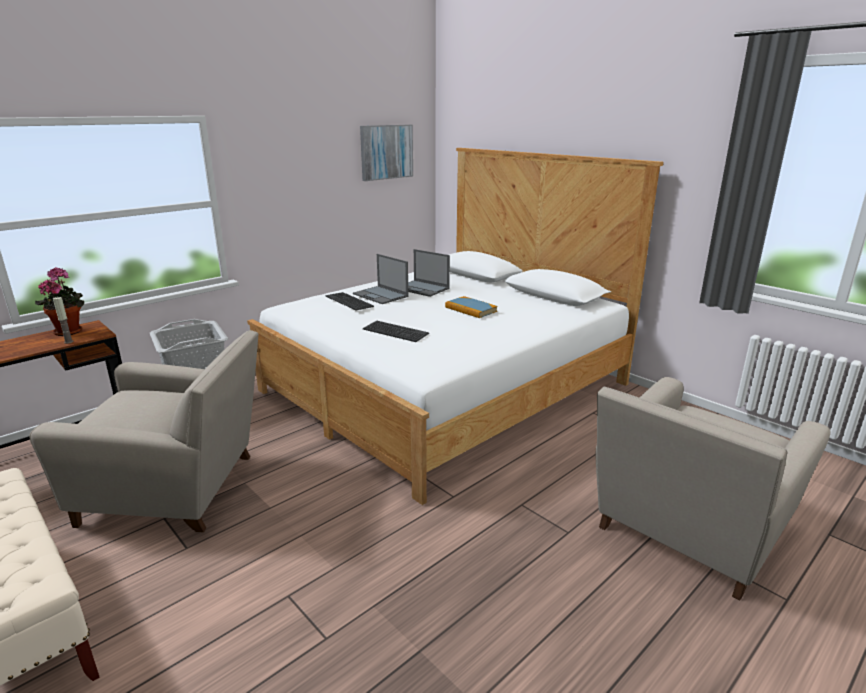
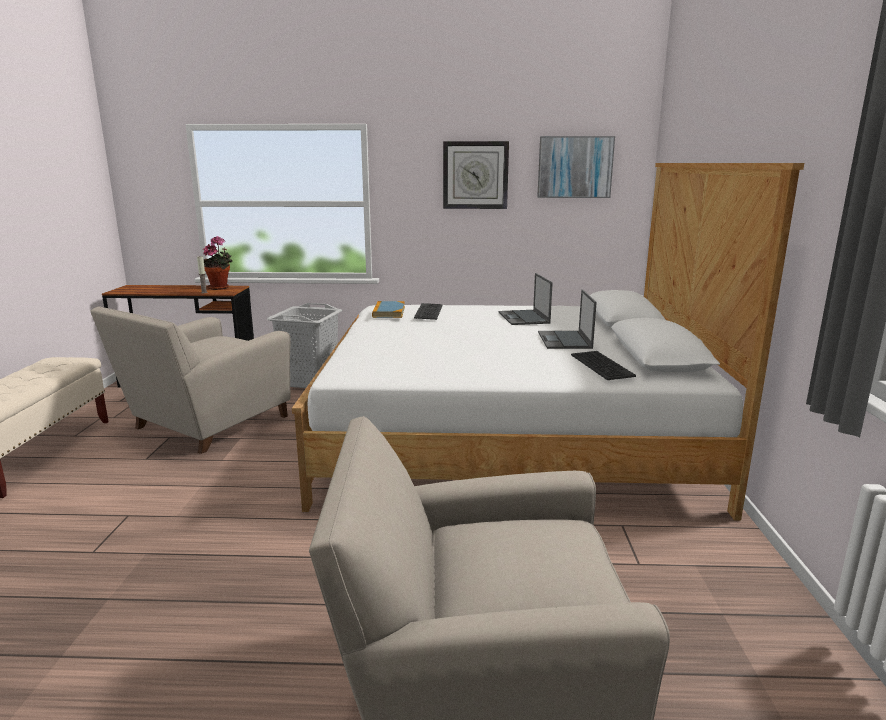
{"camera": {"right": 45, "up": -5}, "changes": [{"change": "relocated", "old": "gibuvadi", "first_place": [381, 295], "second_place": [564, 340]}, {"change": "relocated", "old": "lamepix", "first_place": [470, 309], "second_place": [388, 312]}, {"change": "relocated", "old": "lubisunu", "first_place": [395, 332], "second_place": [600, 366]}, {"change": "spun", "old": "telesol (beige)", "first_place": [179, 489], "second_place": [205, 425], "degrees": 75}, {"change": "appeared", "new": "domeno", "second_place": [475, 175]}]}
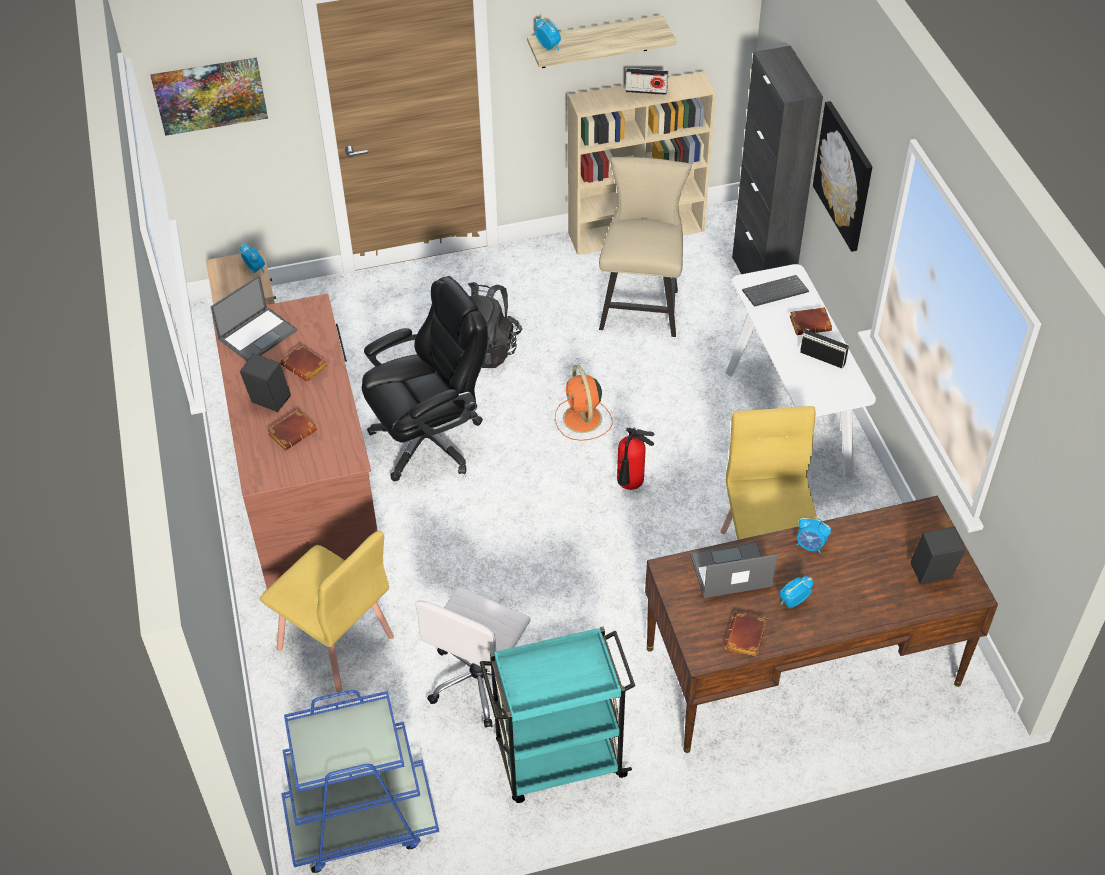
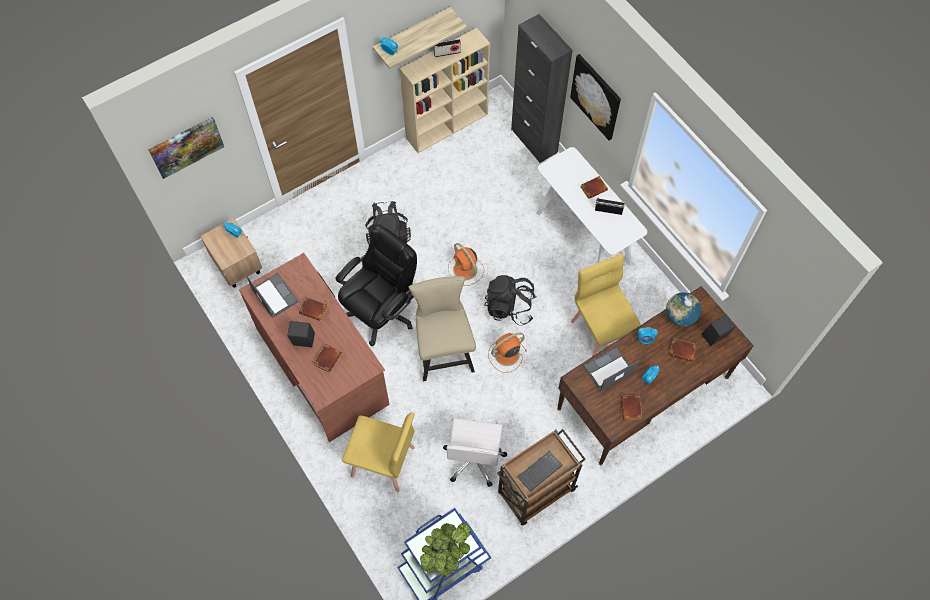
{"camera": {"right": -20, "up": 15}, "changes": [{"change": "relocated", "old": "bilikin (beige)", "first_place": [641, 305], "second_place": [443, 351]}, {"change": "spun", "old": "gibuvadi", "first_place": [258, 334], "second_place": [274, 295], "degrees": -60}, {"change": "relocated", "old": "lubisunu", "first_place": [775, 293], "second_place": [540, 472]}, {"change": "exchanged", "old": "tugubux", "new": "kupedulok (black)", "first_place": [630, 486], "second_place": [509, 307]}, {"change": "colour", "old": "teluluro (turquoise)", "new": "teluluro (brown)", "first_place": [558, 760], "second_place": [535, 492]}, {"change": "appeared", "new": "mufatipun", "second_place": [680, 316]}, {"change": "appeared", "new": "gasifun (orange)", "second_place": [506, 355]}, {"change": "appeared", "new": "lamepix (brown)", "second_place": [683, 350]}, {"change": "appeared", "new": "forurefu", "second_place": [445, 554]}]}
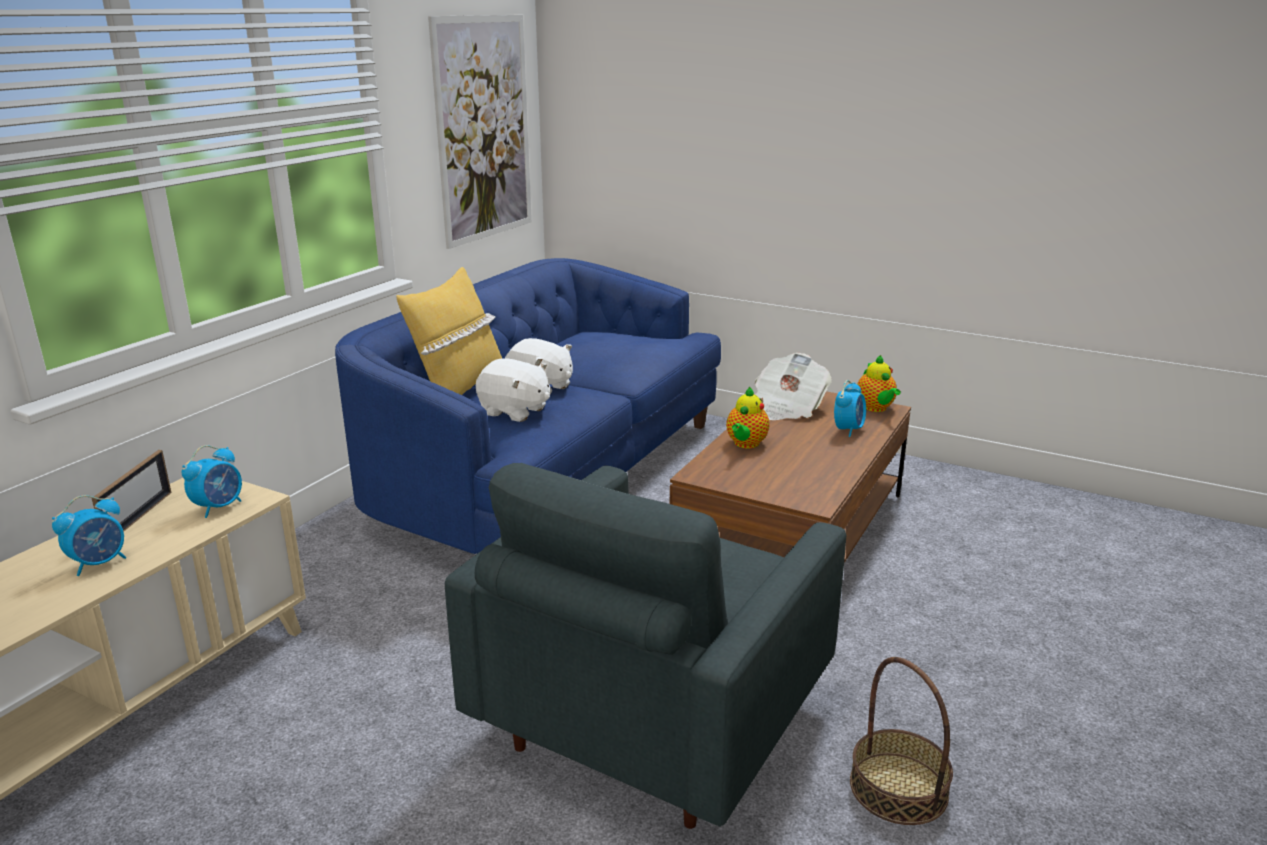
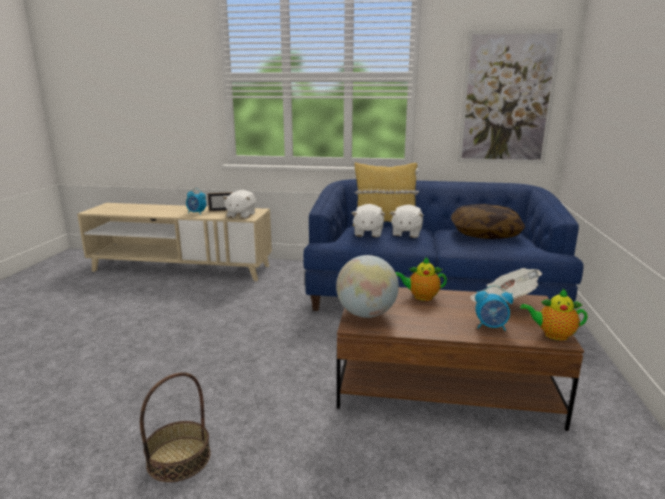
{"camera": {"right": 70, "up": -5}, "changes": [{"change": "spun", "old": "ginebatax", "first_place": [876, 408], "second_place": [553, 335], "degrees": 45}, {"change": "exchanged", "old": "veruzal", "new": "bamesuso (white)", "first_place": [219, 507], "second_place": [240, 215]}, {"change": "missing", "old": "telesol (grey)", "first_place": [649, 723]}, {"change": "appeared", "new": "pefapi", "second_place": [485, 234]}, {"change": "appeared", "new": "mufatipun", "second_place": [366, 314]}]}
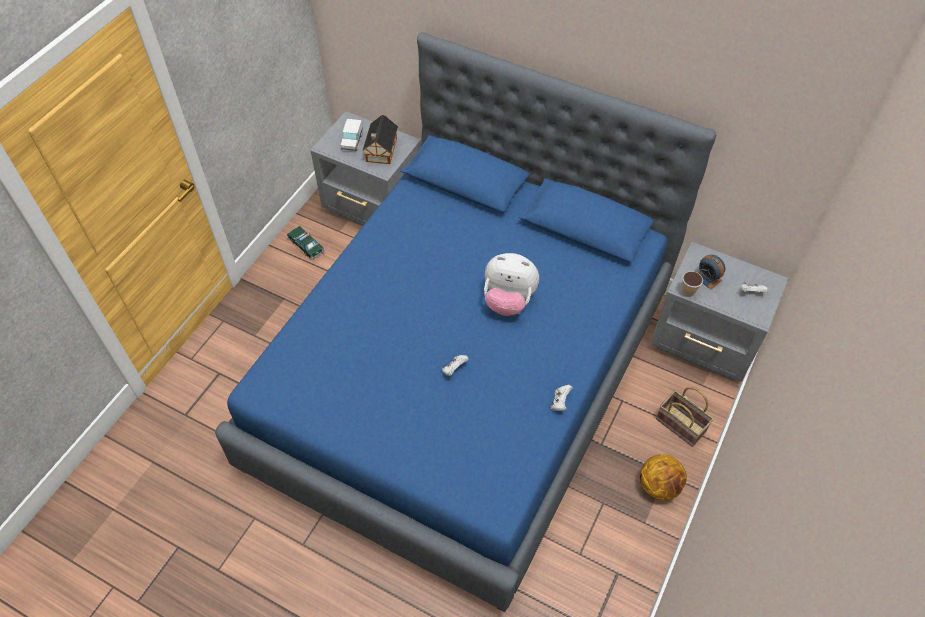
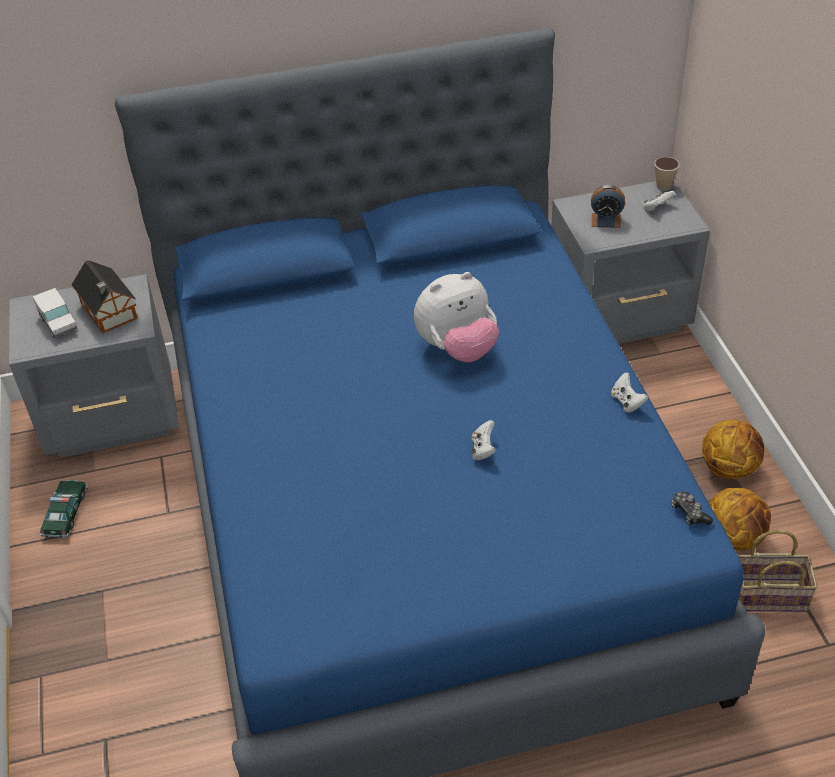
{"camera": {"right": -40, "up": -10}, "changes": [{"change": "spun", "old": "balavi", "first_place": [306, 245], "second_place": [65, 513], "degrees": 90}, {"change": "relocated", "old": "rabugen", "first_place": [688, 292], "second_place": [663, 186]}, {"change": "relocated", "old": "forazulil", "first_place": [682, 425], "second_place": [770, 595]}, {"change": "appeared", "new": "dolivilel", "second_place": [734, 538]}, {"change": "appeared", "new": "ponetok", "second_place": [689, 513]}]}
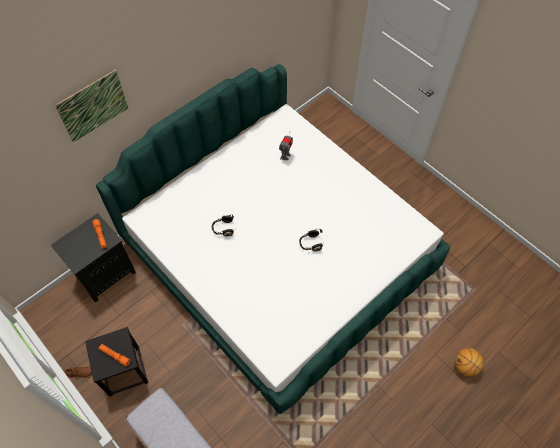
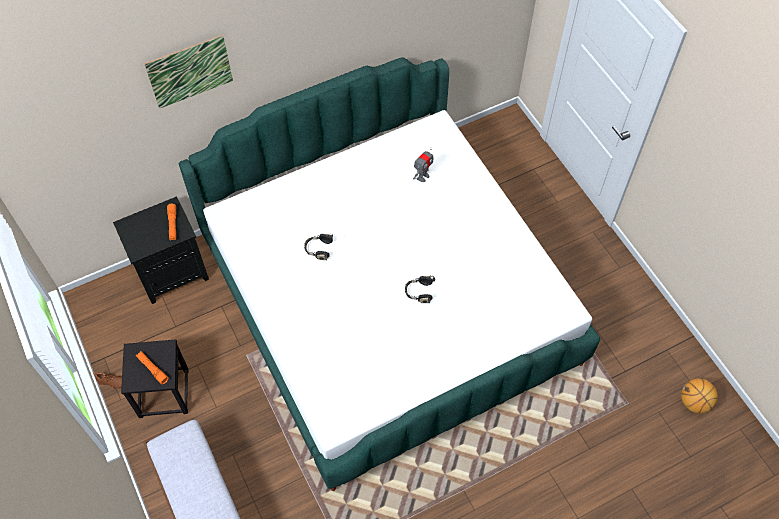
{"camera": {"right": 15, "up": 0}, "changes": [{"change": "relocated", "old": "dolivilel", "first_place": [465, 366], "second_place": [694, 402]}]}
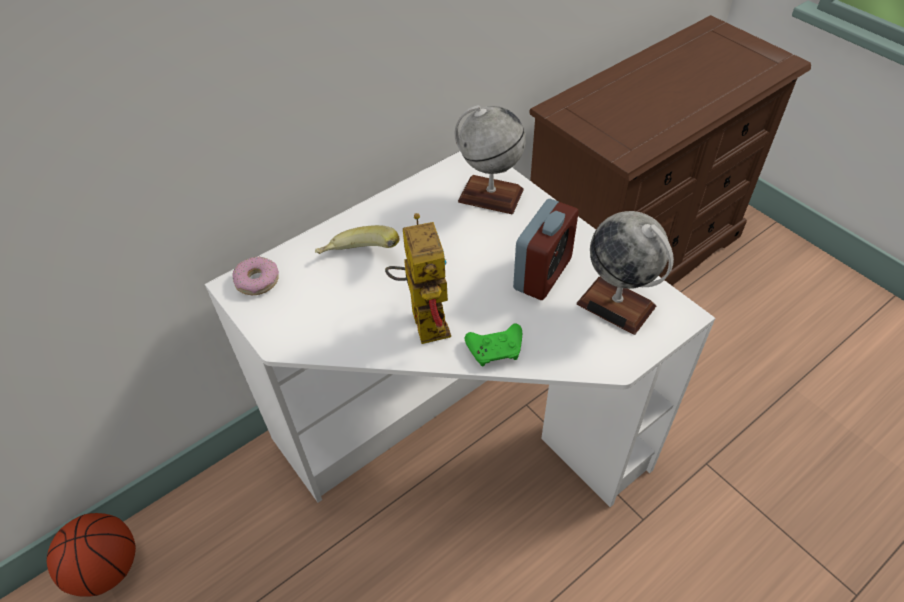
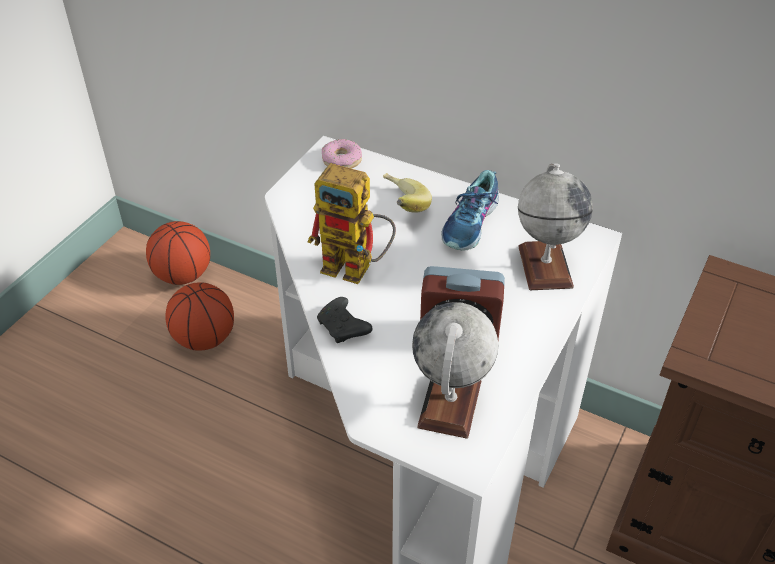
{"camera": {"right": 65, "up": -5}, "changes": [{"change": "spun", "old": "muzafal", "first_place": [423, 316], "second_place": [357, 268], "degrees": 60}, {"change": "colour", "old": "ponetok (green)", "new": "ponetok (black)", "first_place": [496, 350], "second_place": [343, 328]}, {"change": "appeared", "new": "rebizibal", "second_place": [471, 224]}, {"change": "appeared", "new": "dolivilel", "second_place": [204, 339]}]}
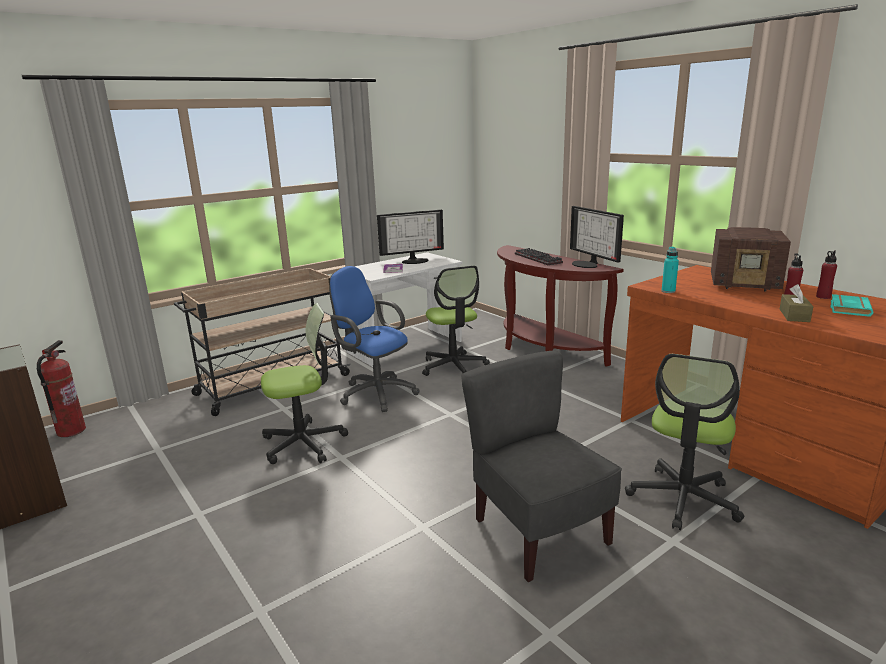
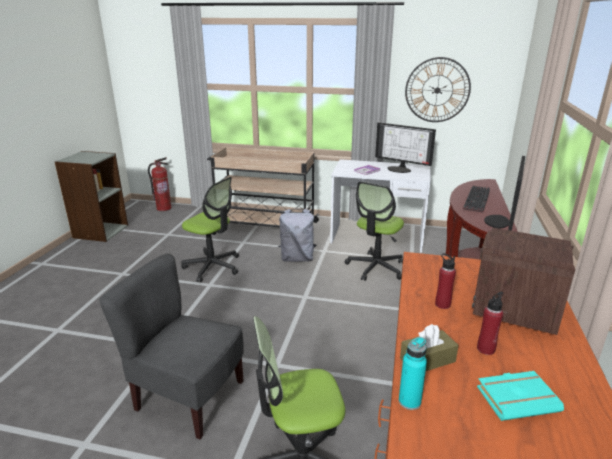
{"camera": {"right": 50, "up": 5}, "changes": [{"change": "spun", "old": "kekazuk", "first_place": [745, 284], "second_place": [514, 308], "degrees": 45}, {"change": "relocated", "old": "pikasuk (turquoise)", "first_place": [668, 291], "second_place": [409, 401]}, {"change": "relocated", "old": "pikasuk (red)", "first_place": [823, 297], "second_place": [442, 304]}, {"change": "exchanged", "old": "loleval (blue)", "new": "kupedulok (grey)", "first_place": [375, 393], "second_place": [297, 258]}, {"change": "spun", "old": "bilikin (grey)", "first_place": [538, 533], "second_place": [189, 397], "degrees": -90}, {"change": "appeared", "new": "domeno", "second_place": [437, 90]}]}
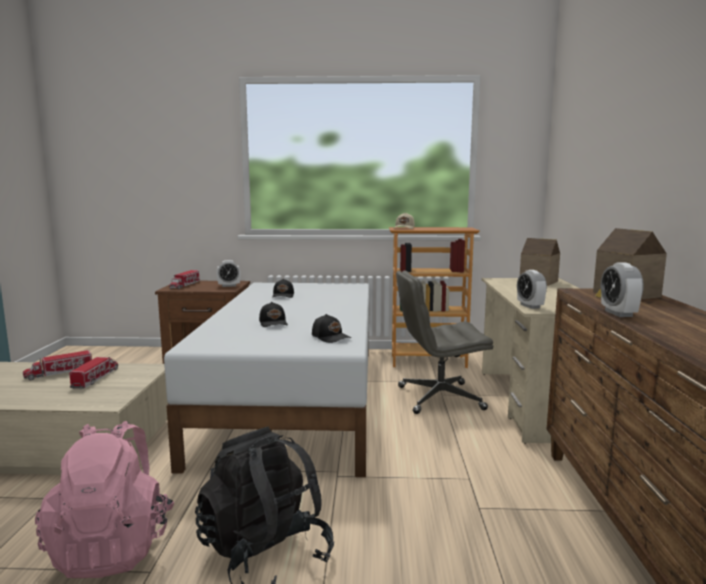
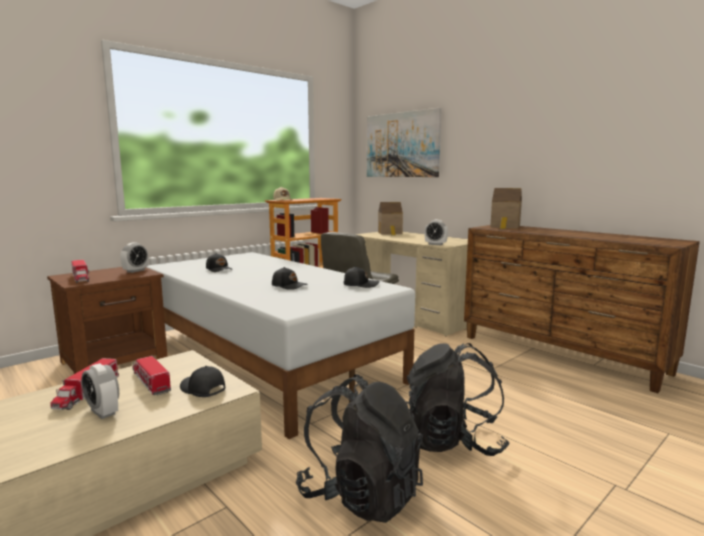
{"camera": {"right": -45, "up": 0}, "changes": [{"change": "relocated", "old": "veruzal", "first_place": [618, 313], "second_place": [103, 412]}, {"change": "colour", "old": "kupedulok (pink)", "new": "kupedulok (black)", "first_place": [113, 547], "second_place": [361, 494]}, {"change": "appeared", "new": "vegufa", "second_place": [402, 145]}, {"change": "appeared", "new": "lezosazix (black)", "second_place": [202, 389]}]}
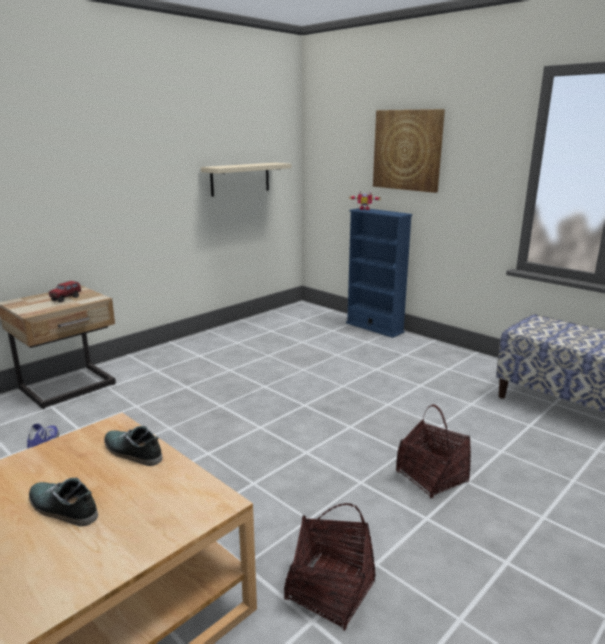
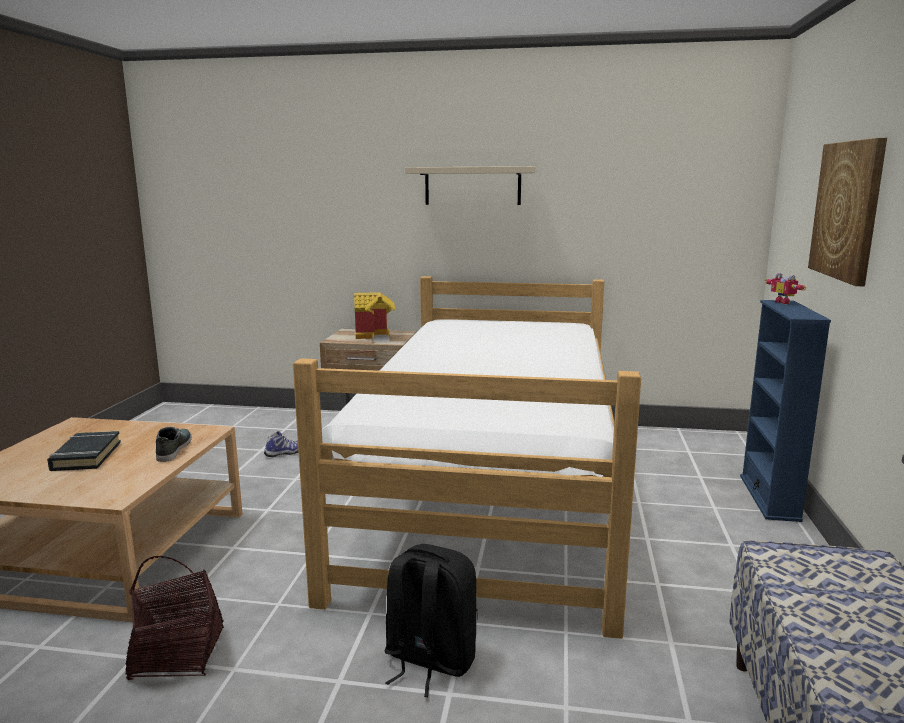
{"camera": {"right": 55, "up": -5}, "changes": [{"change": "relocated", "old": "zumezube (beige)", "first_place": [240, 179], "second_place": [472, 186]}, {"change": "exchanged", "old": "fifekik", "new": "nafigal", "first_place": [66, 299], "second_place": [377, 337]}, {"change": "exchanged", "old": "forazulil", "new": "kupedulok (black)", "first_place": [431, 477], "second_place": [429, 660]}, {"change": "exchanged", "old": "rebizibal", "new": "lamepix (black)", "first_place": [62, 508], "second_place": [86, 456]}, {"change": "appeared", "new": "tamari", "second_place": [492, 491]}]}
